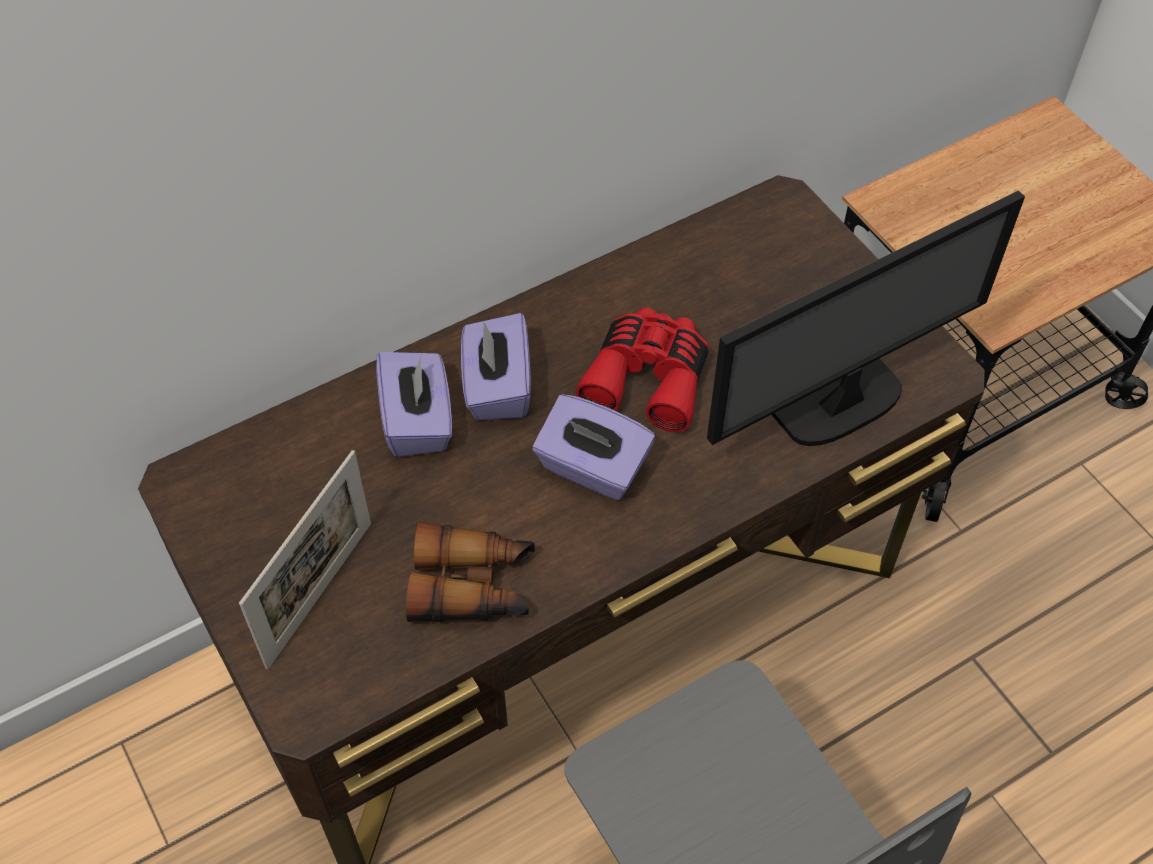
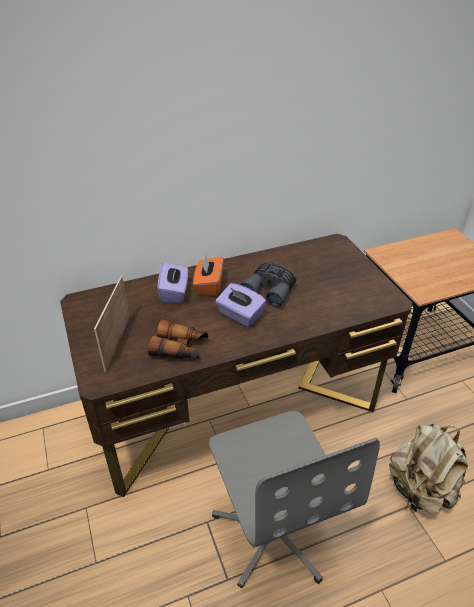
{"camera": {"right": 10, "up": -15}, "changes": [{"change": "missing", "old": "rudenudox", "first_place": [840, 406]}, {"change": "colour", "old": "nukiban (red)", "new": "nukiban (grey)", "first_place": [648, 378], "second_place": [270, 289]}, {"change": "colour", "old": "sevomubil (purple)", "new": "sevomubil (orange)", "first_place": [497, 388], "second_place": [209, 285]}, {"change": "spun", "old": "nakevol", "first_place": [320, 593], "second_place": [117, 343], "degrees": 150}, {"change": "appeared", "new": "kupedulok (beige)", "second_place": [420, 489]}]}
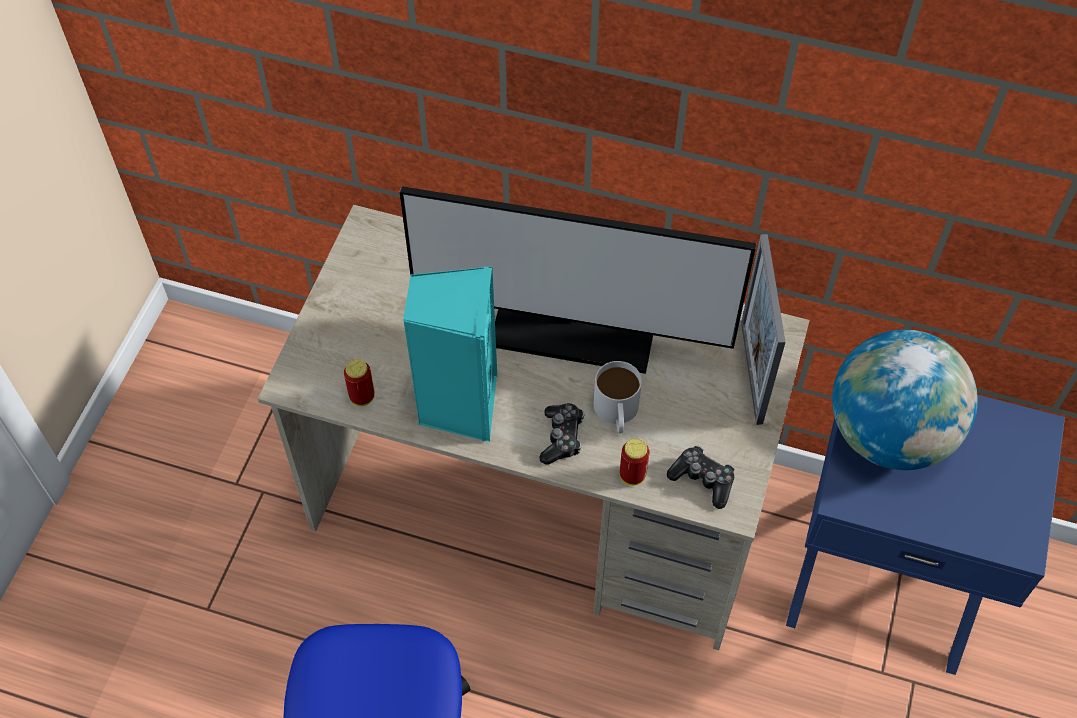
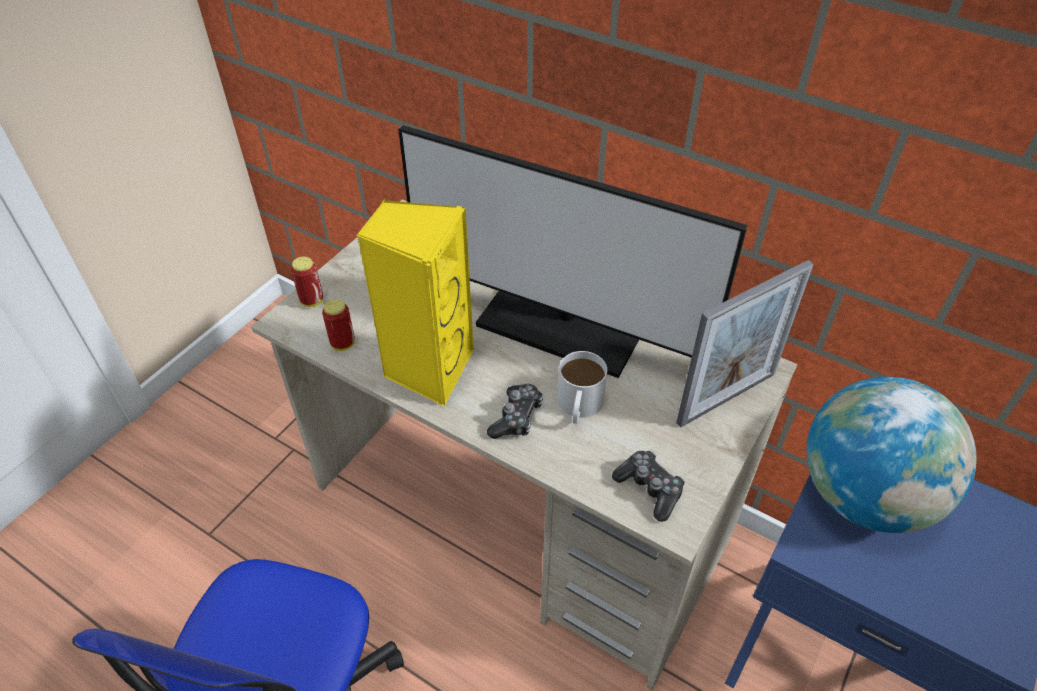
{"camera": {"right": 15, "up": -10}, "changes": [{"change": "spun", "old": "nakevol", "first_place": [751, 372], "second_place": [726, 398], "degrees": -135}, {"change": "colour", "old": "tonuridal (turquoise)", "new": "tonuridal (yellow)", "first_place": [458, 405], "second_place": [428, 368]}, {"change": "relocated", "old": "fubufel", "first_place": [632, 475], "second_place": [312, 301]}]}
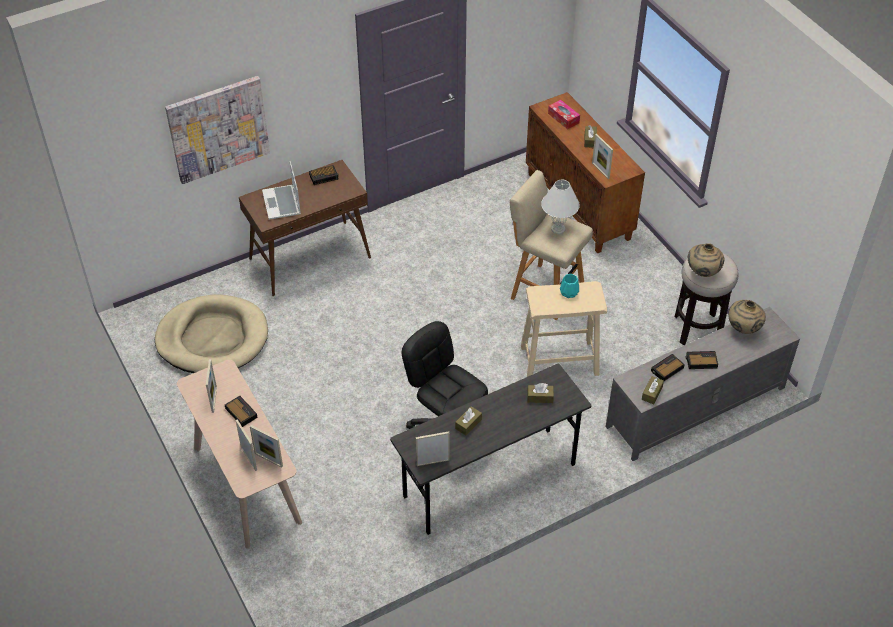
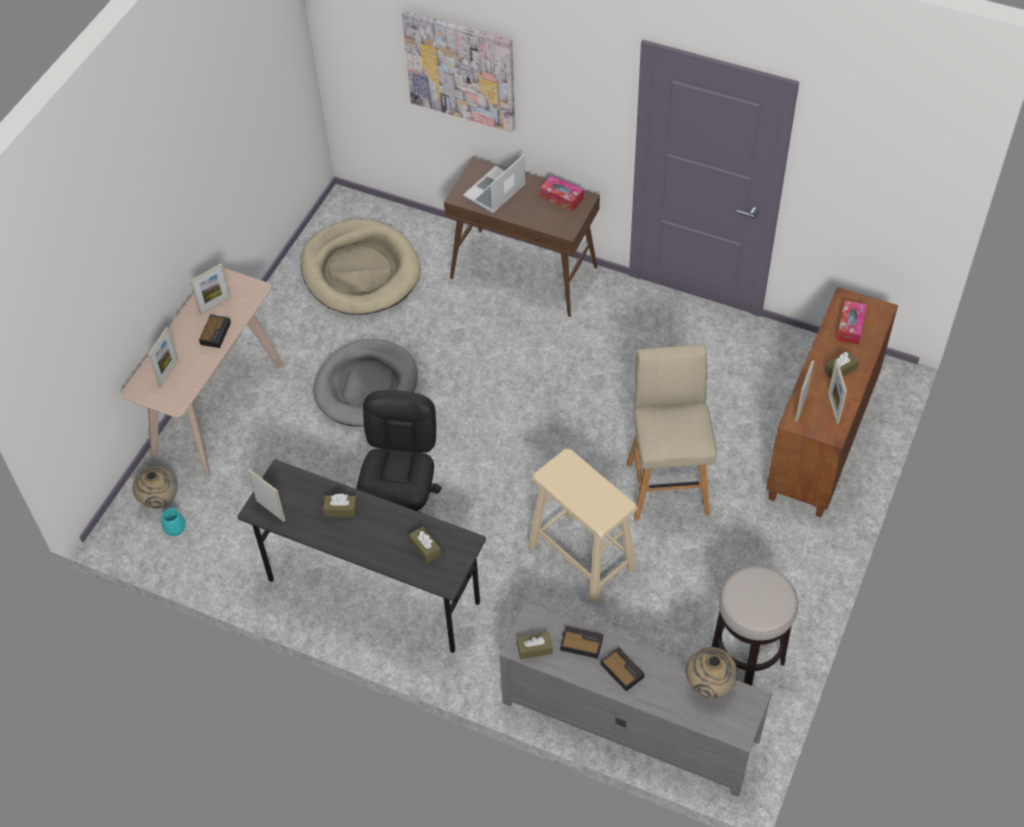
{"camera": {"right": 55, "up": 5}, "changes": [{"change": "exchanged", "old": "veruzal", "new": "sevomubil", "first_place": [324, 177], "second_place": [561, 197]}, {"change": "missing", "old": "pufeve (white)", "first_place": [558, 229]}, {"change": "relocated", "old": "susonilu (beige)", "first_place": [702, 273], "second_place": [160, 500]}, {"change": "relocated", "old": "susonilu (turquoise)", "first_place": [568, 293], "second_place": [174, 528]}, {"change": "relocated", "old": "nakevol", "first_place": [268, 459], "second_place": [833, 408]}, {"change": "appeared", "new": "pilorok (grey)", "second_place": [367, 386]}]}
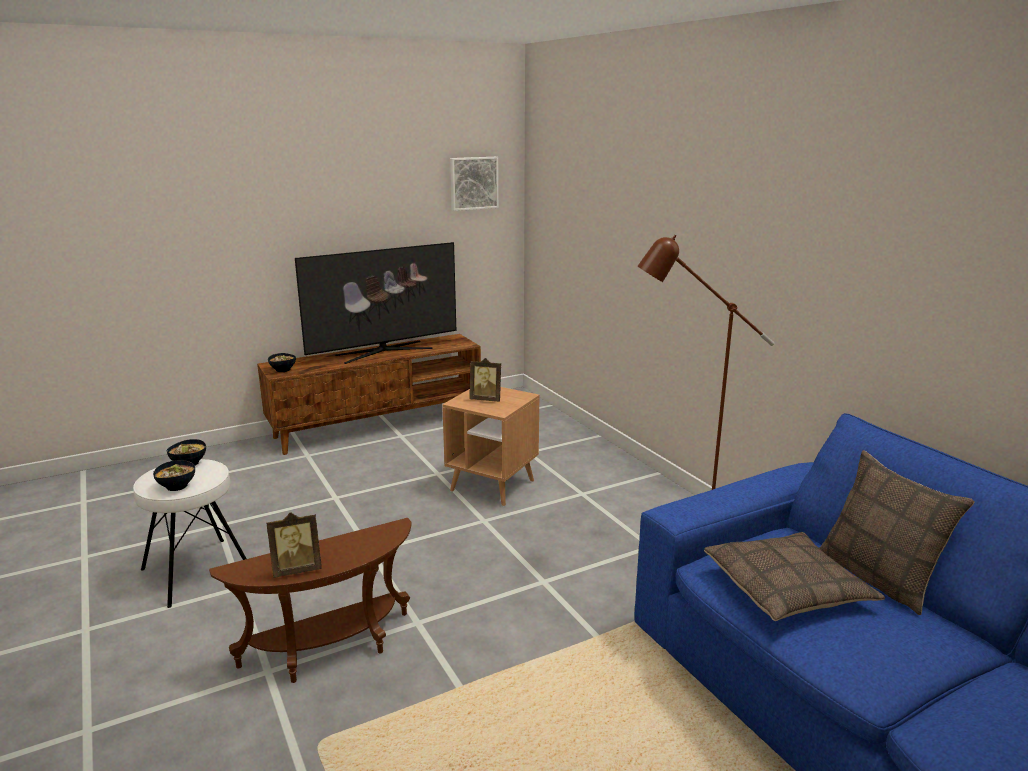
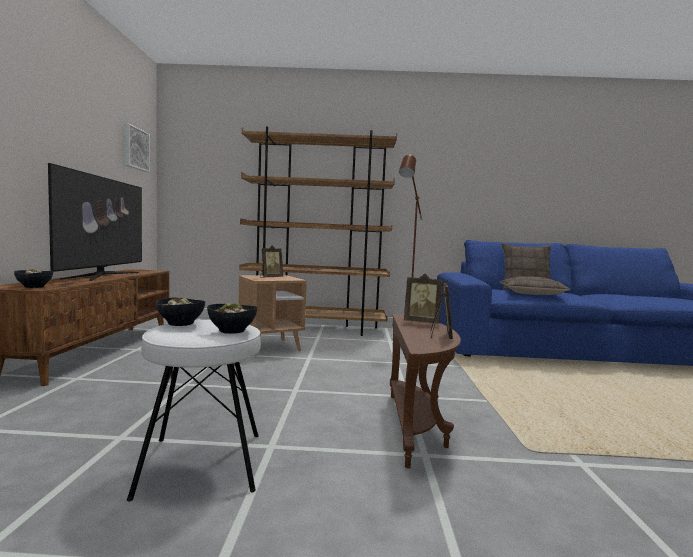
{"camera": {"right": -60, "up": -15}, "changes": [{"change": "appeared", "new": "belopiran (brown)", "second_place": [314, 329]}, {"change": "appeared", "new": "nakevol", "second_place": [422, 322]}]}
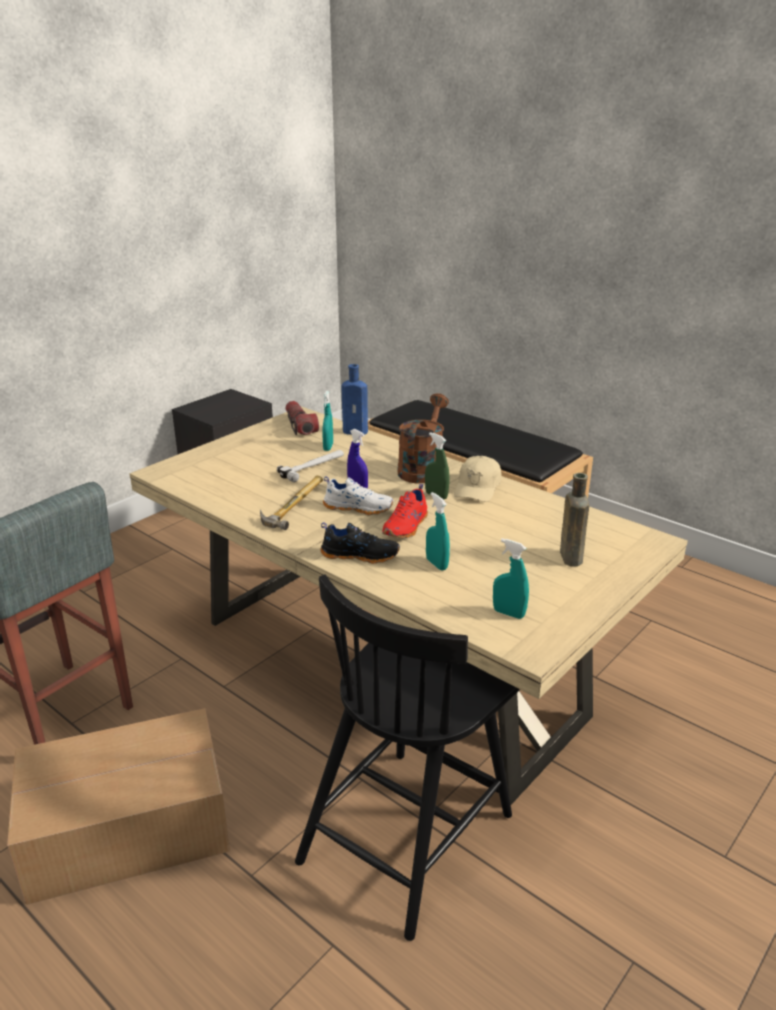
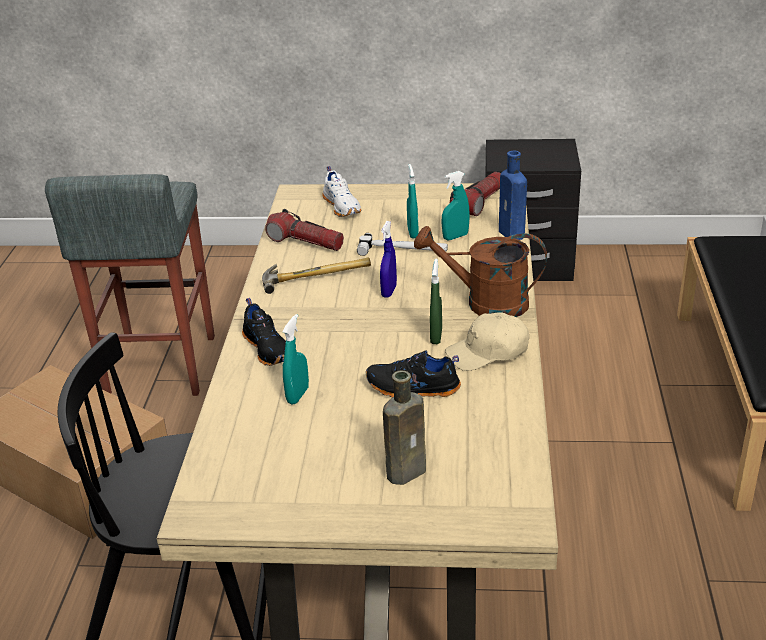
{"camera": {"right": 55, "up": 5}, "changes": [{"change": "spun", "old": "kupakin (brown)", "first_place": [422, 468], "second_place": [485, 303], "degrees": -150}, {"change": "relocated", "old": "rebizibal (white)", "first_place": [358, 507], "second_place": [343, 206]}, {"change": "missing", "old": "rebizibal (red)", "first_place": [407, 527]}, {"change": "relocated", "old": "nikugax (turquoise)", "first_place": [508, 613], "second_place": [413, 233]}, {"change": "appeared", "new": "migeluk", "second_place": [305, 242]}, {"change": "appeared", "new": "rebizibal (black)", "second_place": [413, 389]}]}
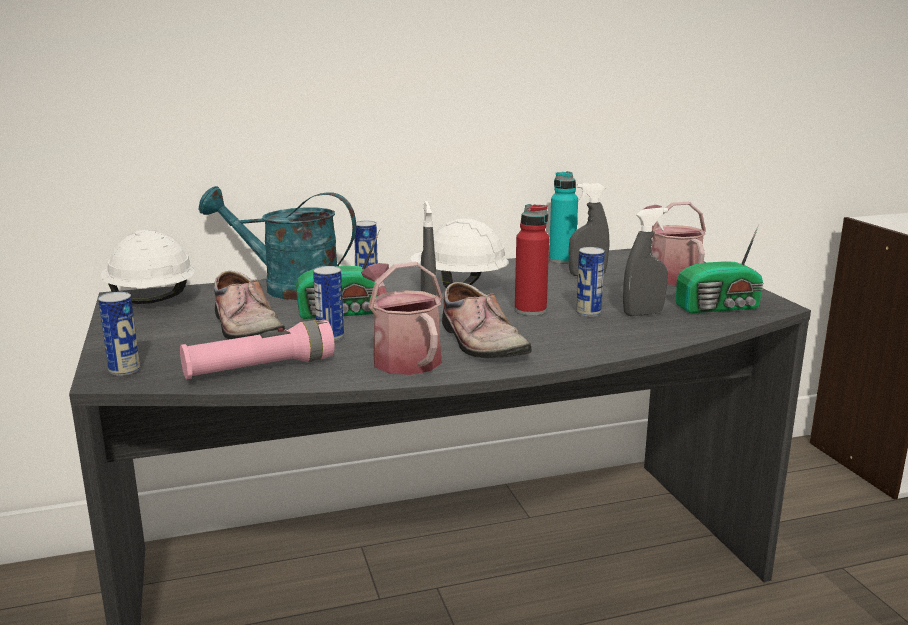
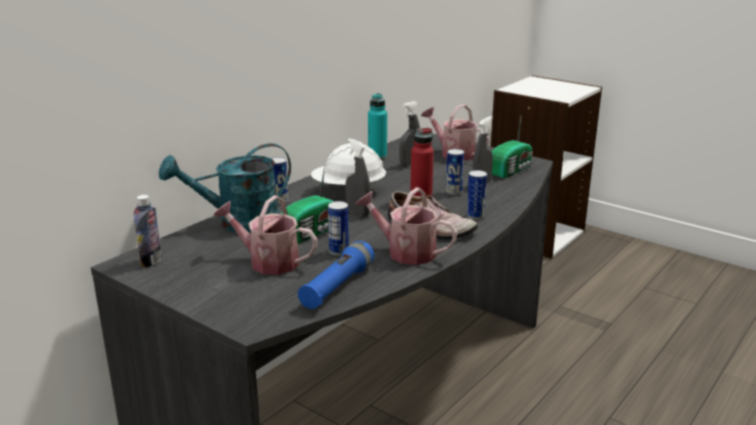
{"camera": {"right": -35, "up": 5}, "changes": [{"change": "exchanged", "old": "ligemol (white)", "new": "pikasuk", "first_place": [150, 300], "second_place": [151, 261]}, {"change": "exchanged", "old": "rebizibal", "new": "kupakin", "first_place": [244, 327], "second_place": [268, 262]}, {"change": "relocated", "old": "fubufel", "first_place": [124, 370], "second_place": [475, 216]}, {"change": "colour", "old": "migeluk (pink)", "new": "migeluk (blue)", "first_place": [260, 368], "second_place": [337, 286]}]}
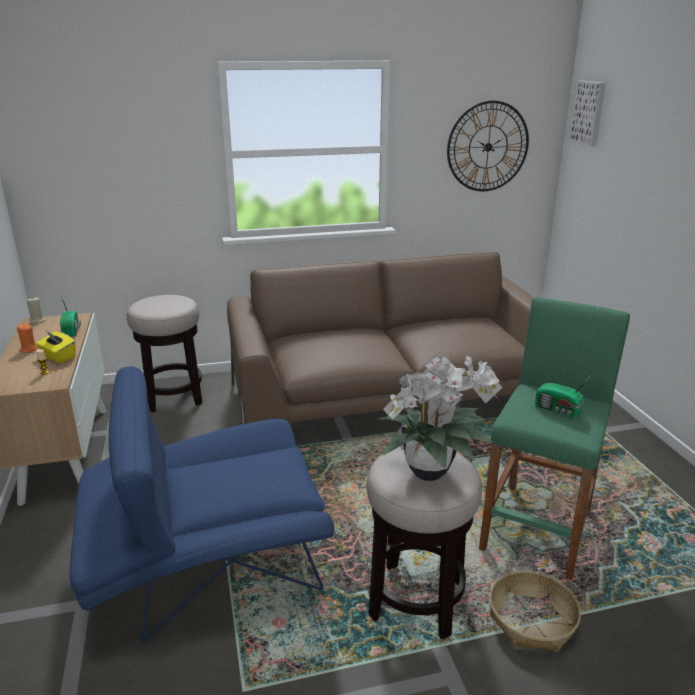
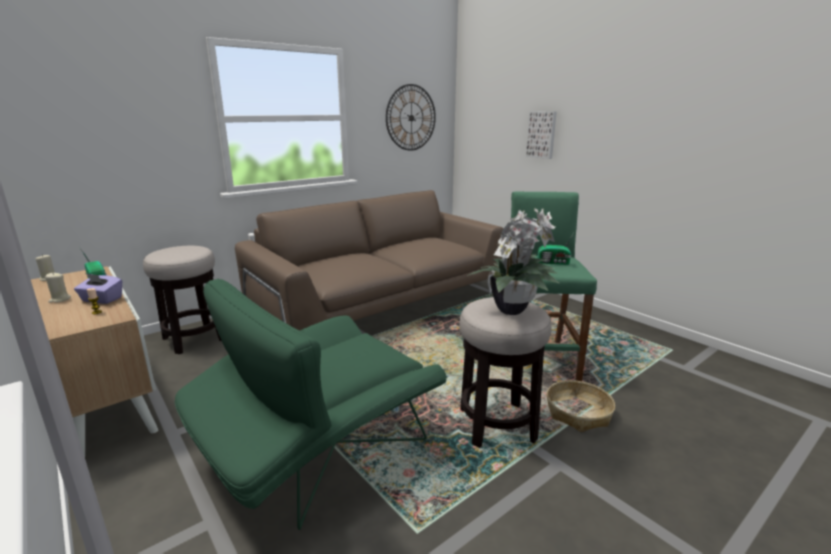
{"camera": {"right": -25, "up": -5}, "changes": [{"change": "relocated", "old": "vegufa", "first_place": [589, 113], "second_place": [542, 134]}, {"change": "colour", "old": "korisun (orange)", "new": "korisun (beige)", "first_place": [29, 349], "second_place": [60, 299]}, {"change": "colour", "old": "sevomubil (yellow)", "new": "sevomubil (purple)", "first_place": [58, 357], "second_place": [101, 300]}, {"change": "colour", "old": "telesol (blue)", "new": "telesol (green)", "first_place": [207, 567], "second_place": [316, 453]}]}
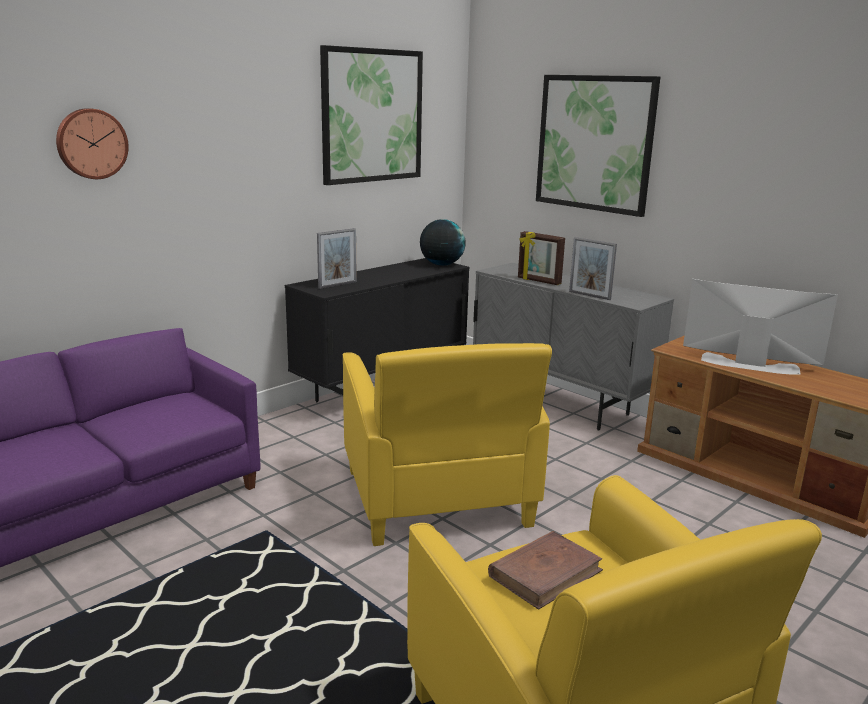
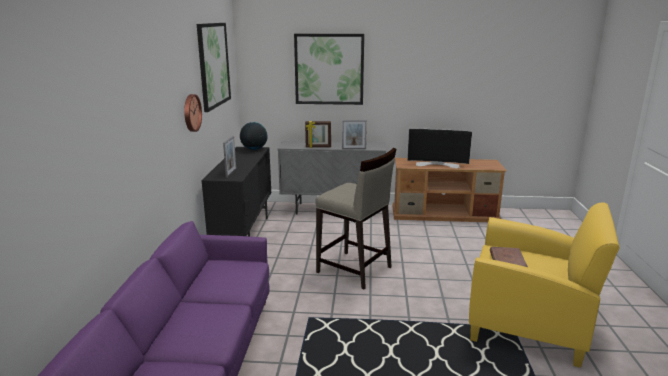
{"camera": {"right": -40, "up": 0}, "changes": [{"change": "relocated", "old": "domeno", "first_place": [91, 143], "second_place": [191, 113]}, {"change": "spun", "old": "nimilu", "first_place": [749, 364], "second_place": [437, 164], "degrees": -150}, {"change": "exchanged", "old": "telesol (yellow)", "new": "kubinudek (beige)", "first_place": [436, 499], "second_place": [354, 270]}]}
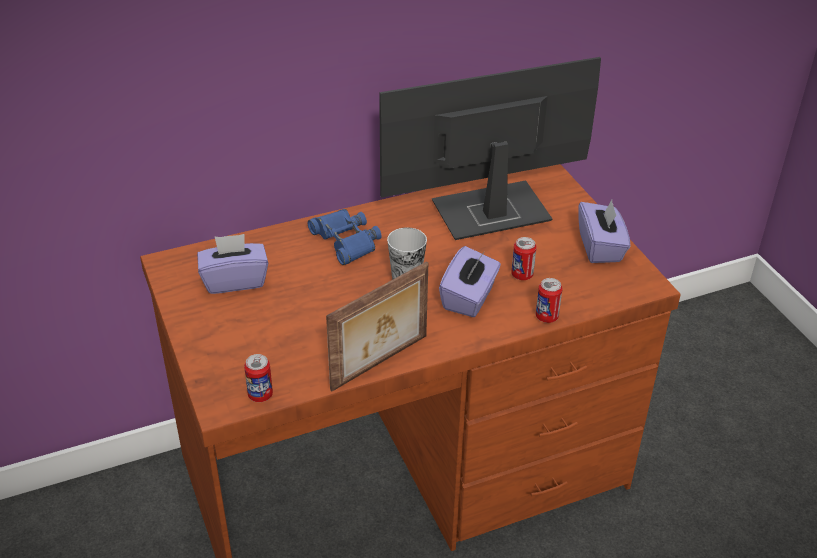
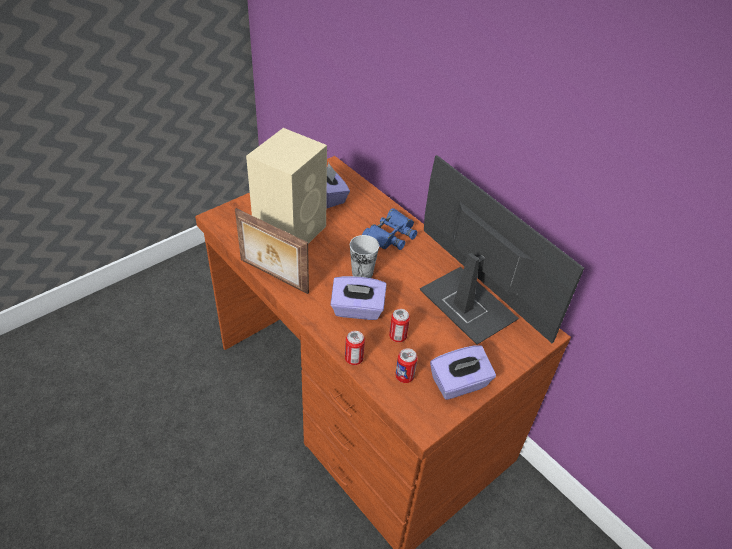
{"camera": {"right": 70, "up": 5}, "changes": [{"change": "relocated", "old": "fubufel", "first_place": [260, 395], "second_place": [404, 376]}, {"change": "appeared", "new": "tonuridal (beige)", "second_place": [291, 231]}]}
